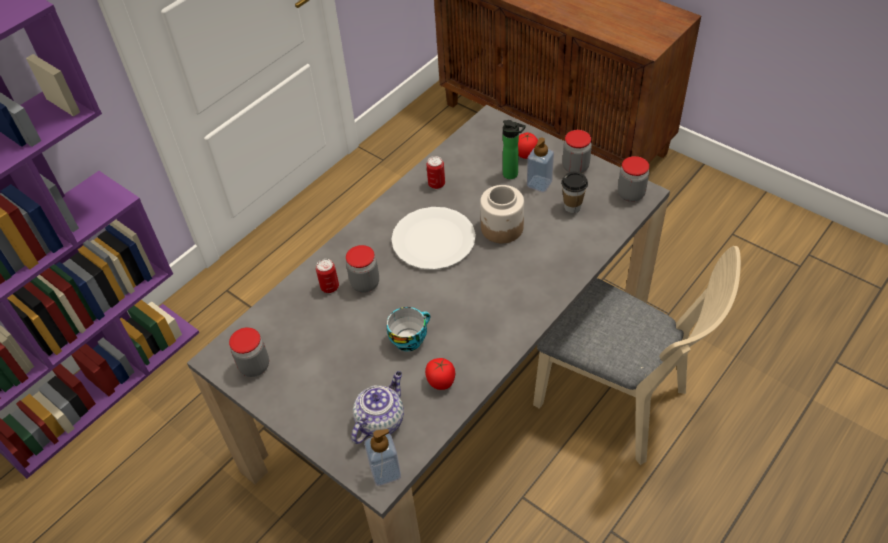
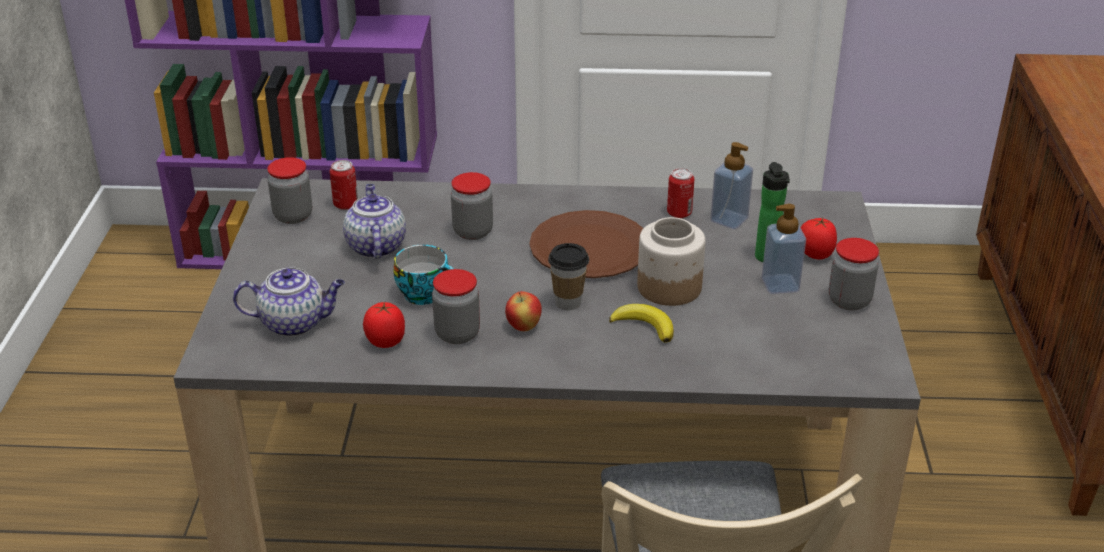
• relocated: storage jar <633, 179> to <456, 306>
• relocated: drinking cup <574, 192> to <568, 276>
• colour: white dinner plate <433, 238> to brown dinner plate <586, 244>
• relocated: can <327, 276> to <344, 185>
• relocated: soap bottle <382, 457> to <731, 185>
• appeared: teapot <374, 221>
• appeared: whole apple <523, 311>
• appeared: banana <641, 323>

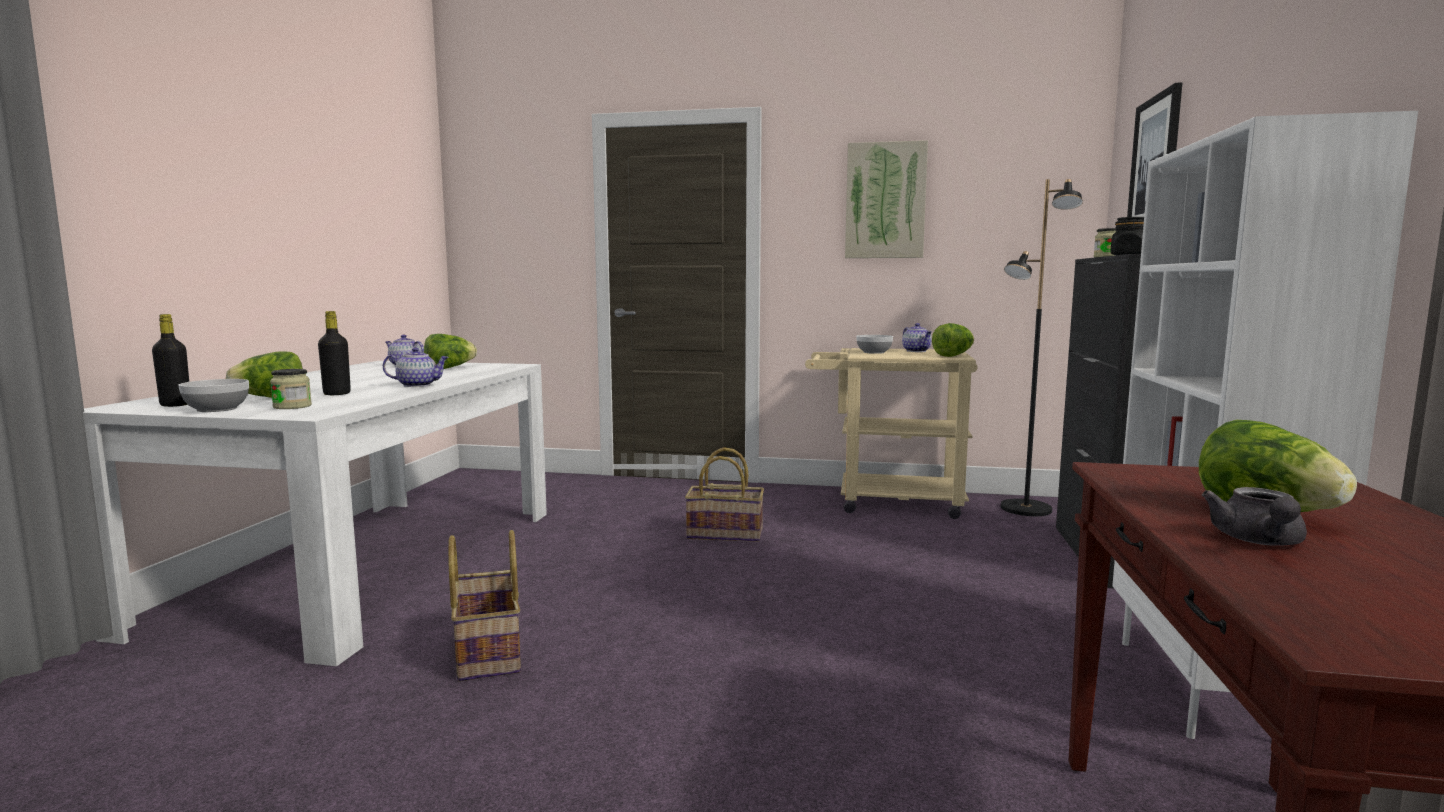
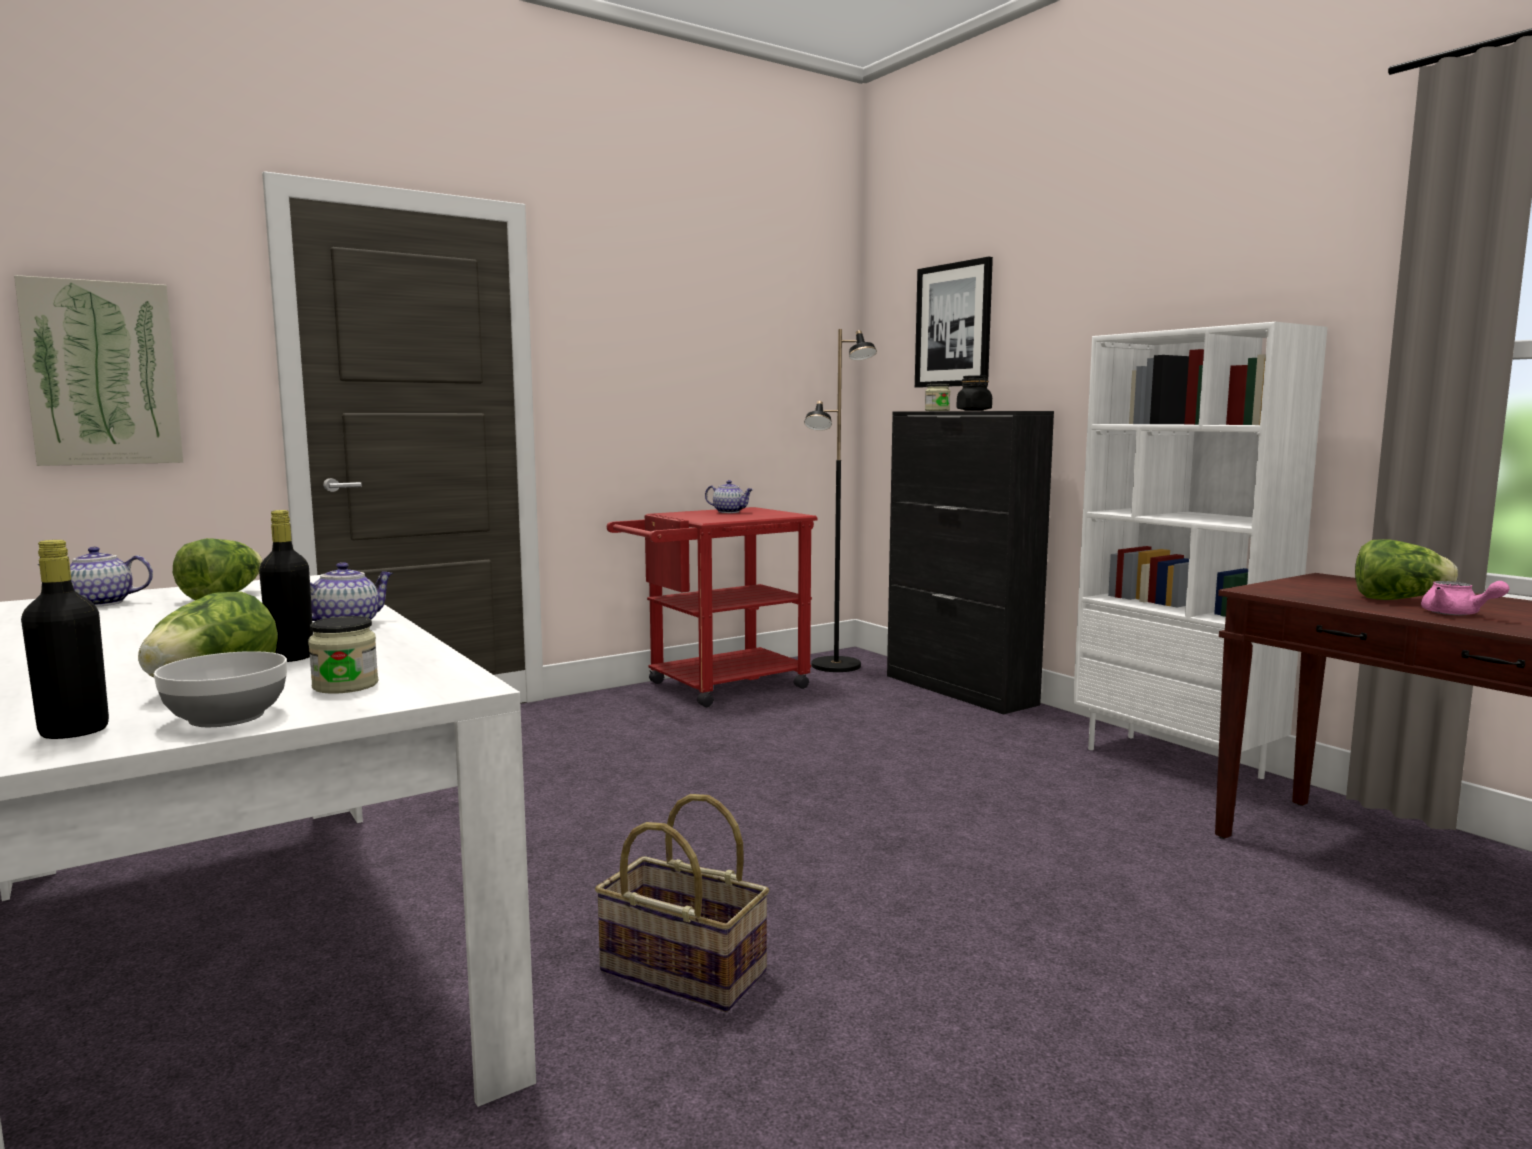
• relocated: wall picture <886, 199> to <98, 370>
• missing: lettuce <953, 340>
• missing: serving bowl <874, 344>
• colour: beige-coloured cart <891, 433> to reddish cart <712, 607>
• missing: household basket <724, 494>
• colour: greyish teapot <1254, 516> to pinkish teapot <1465, 598>

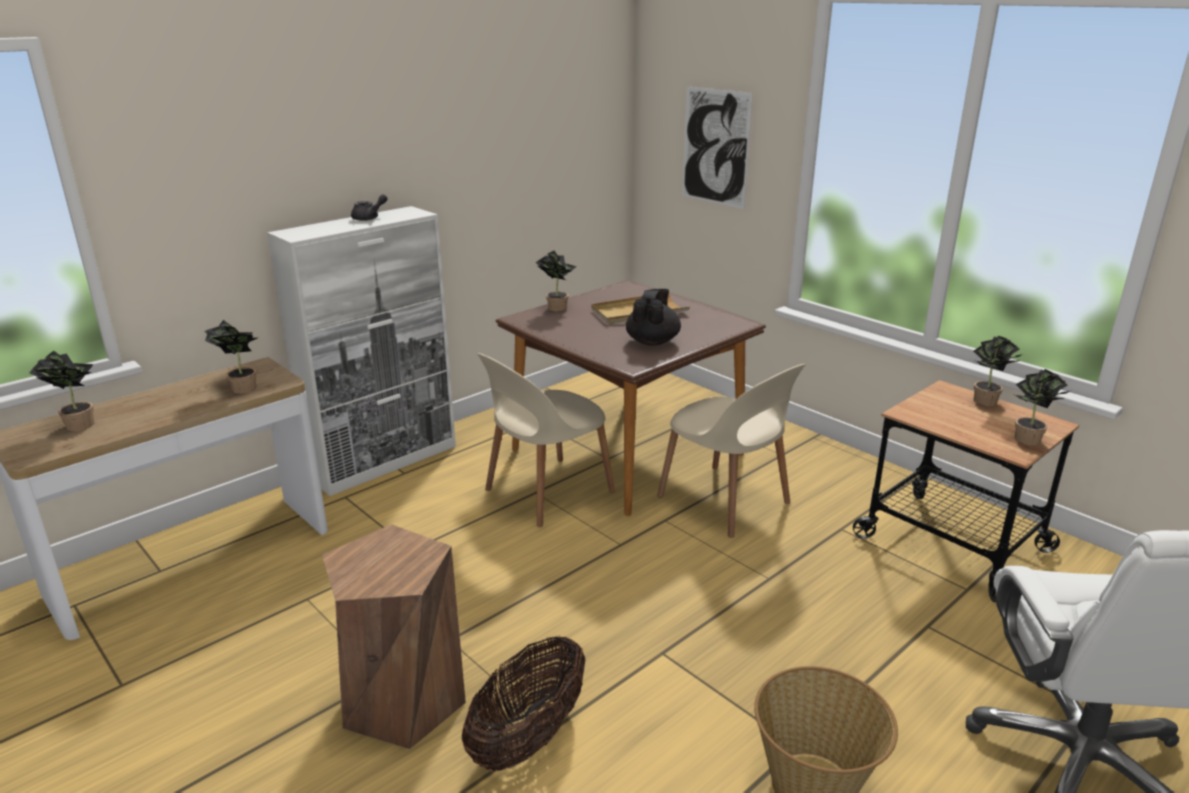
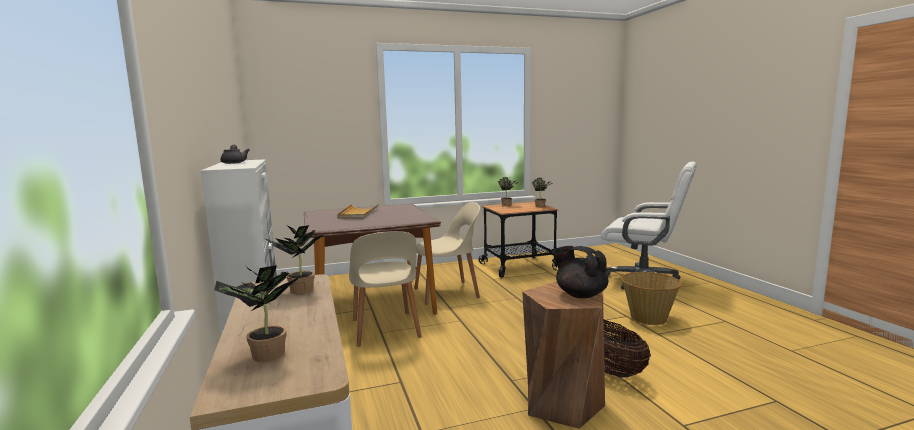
• missing: wall picture <717, 147>
• missing: houseplant <556, 281>
• relocated: black-coloured teapot <653, 317> to <580, 272>

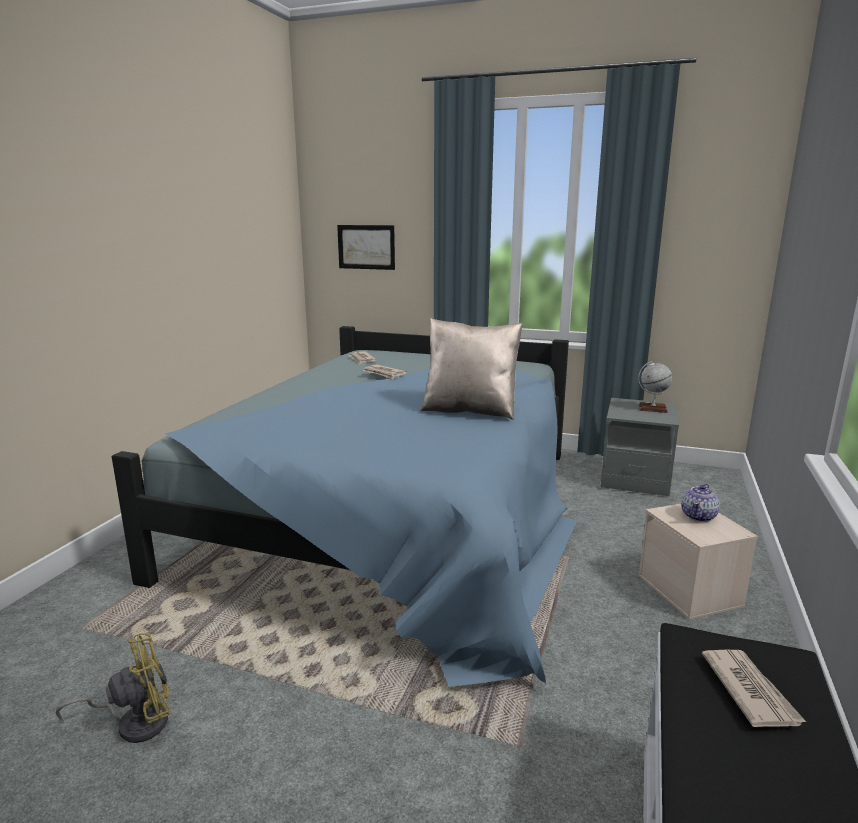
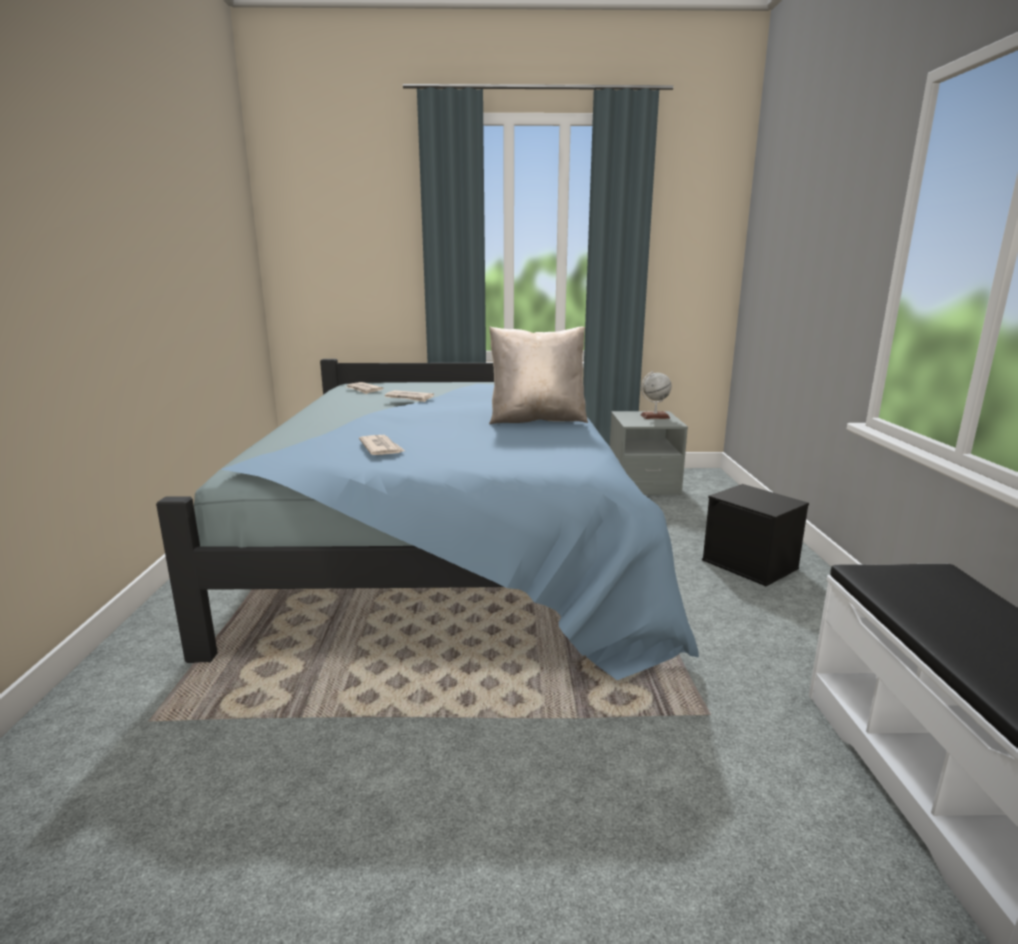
• missing: wall picture <366, 247>
• missing: teapot <700, 503>
• colour: beige-coloured storage box <698, 562> to black-coloured storage box <755, 535>
• missing: yellow electric fan <113, 688>
• relocated: printed paper <754, 688> to <382, 445>

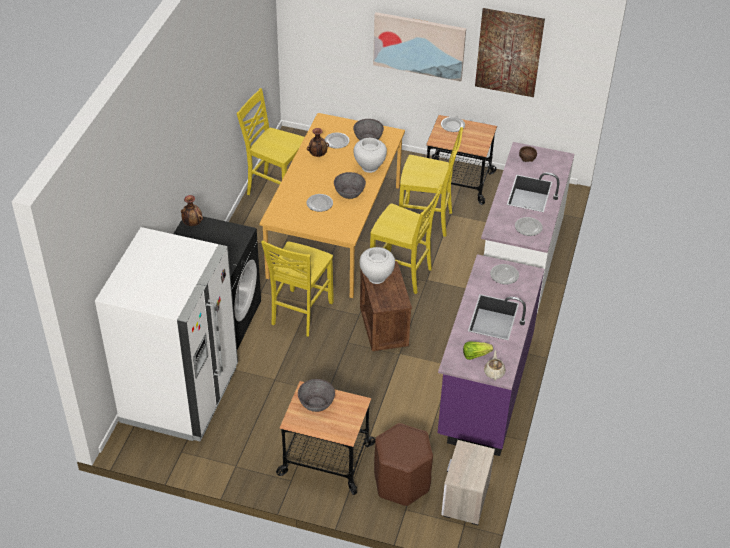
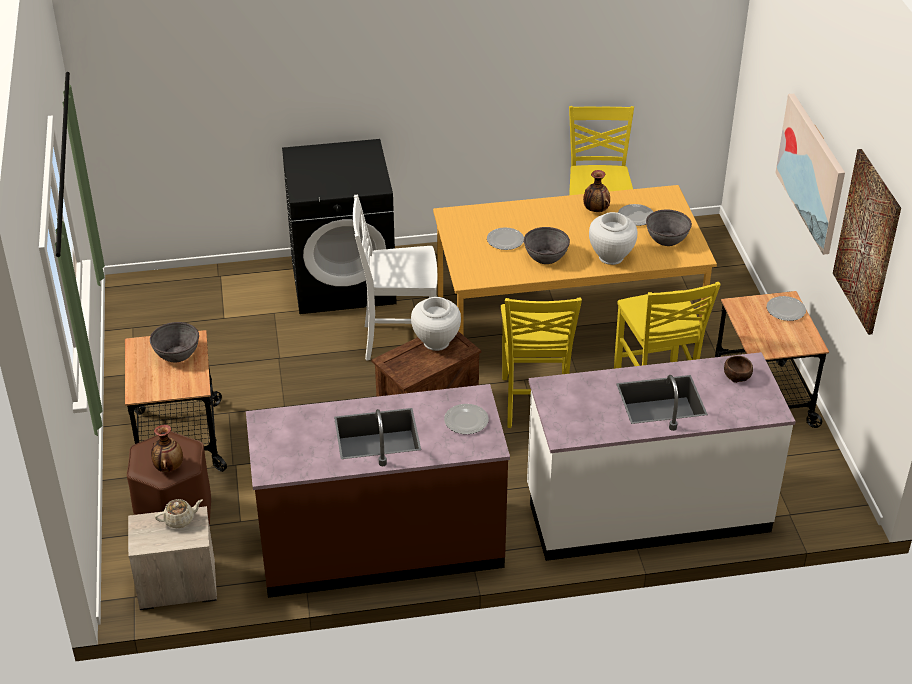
• relocated: flower vase <192, 210> to <167, 448>
• missing: dinner plate <529, 226>
• missing: white kitchen fridge <166, 334>
• colour: yellow upright chair <297, 289> to white upright chair <395, 278>
• colour: purple-coloured kitchen base unit <491, 355> to brown kitchen base unit <378, 491>
• missing: lettuce <478, 350>
• relocated: beige-coloured teapot <495, 365> to <179, 513>

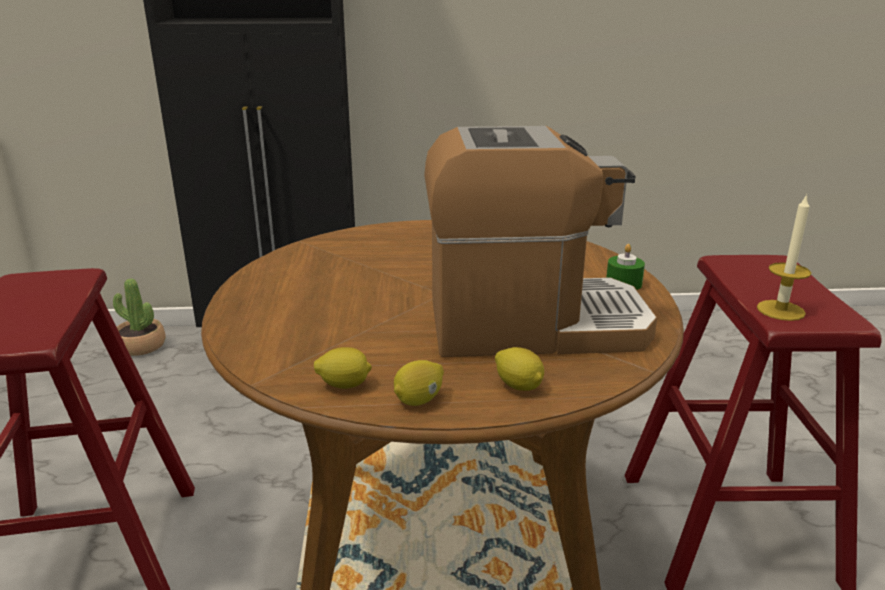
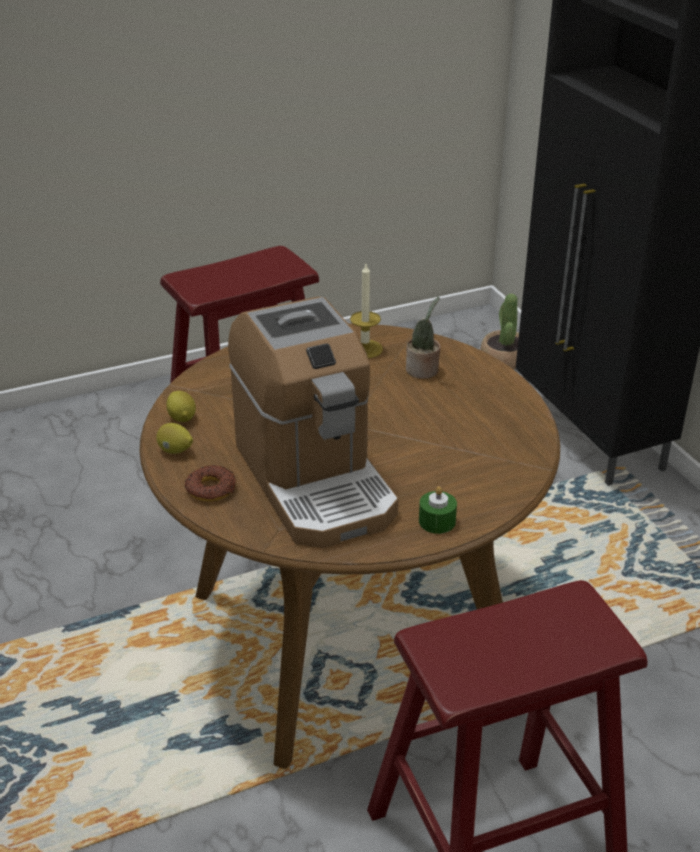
• relocated: wax light <784, 257> to <366, 311>
• exchanged: lemon <519, 369> to ring doughnut <210, 483>
• appeared: houseplant <423, 337>

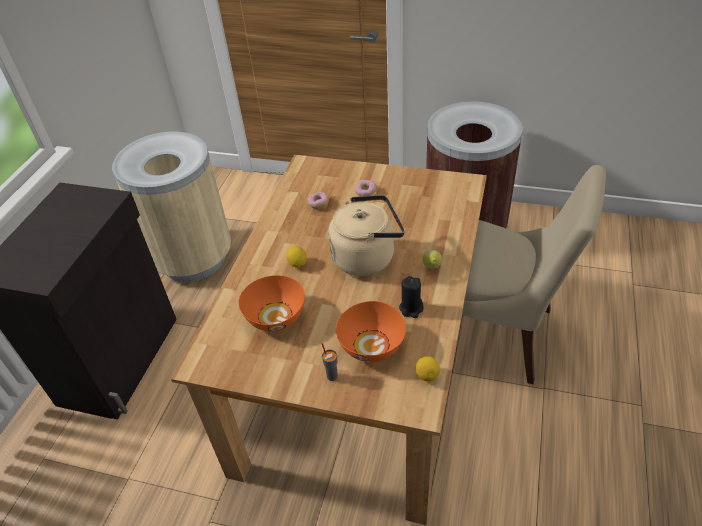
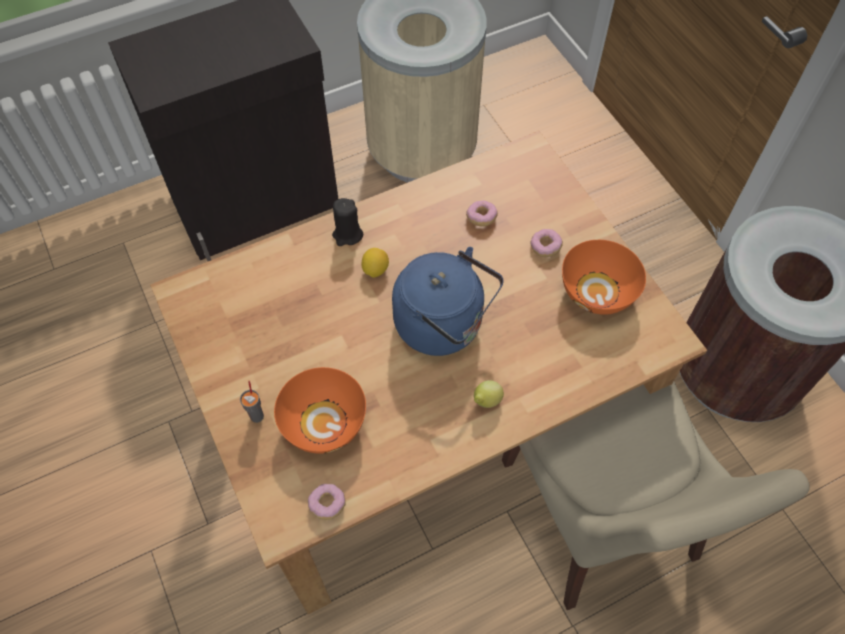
• colour: beige-coloured tea kettle <366, 235> to blue-coloured tea kettle <448, 301>
• relocated: orangey serving bowl <271, 303> to <604, 277>
• relocated: black-coloured wax light <411, 297> to <347, 222>
• exchanged: lemon <428, 369> to ring doughnut <327, 502>

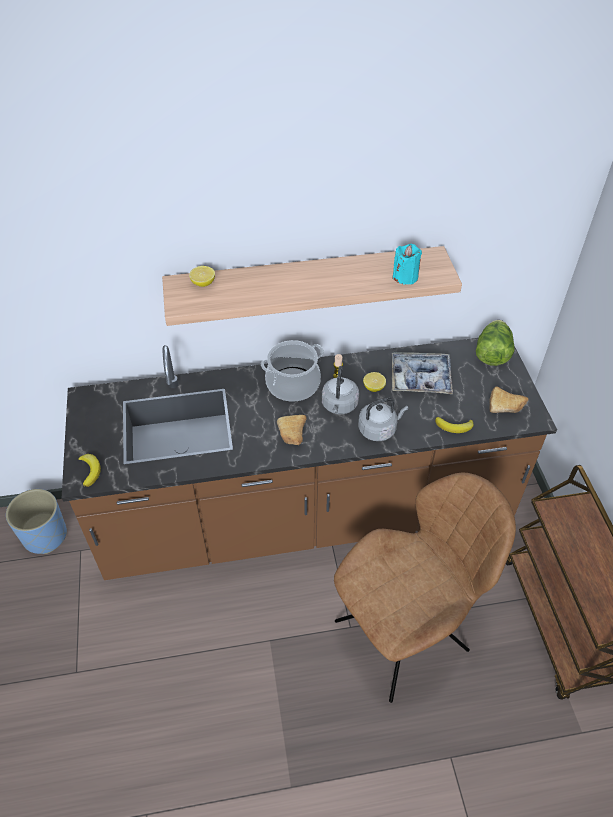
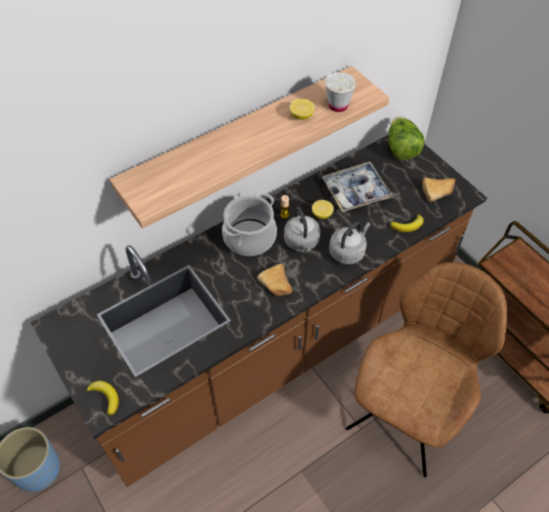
• exchanged: turquoise wax light <407, 264> to white drinking cup <340, 92>
• relocated: lemon <202, 276> to <302, 109>

